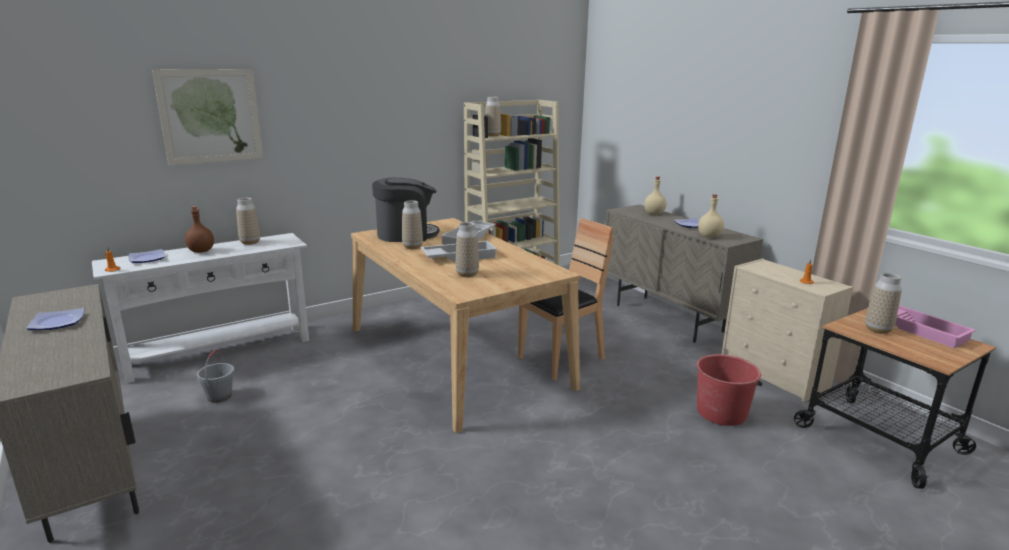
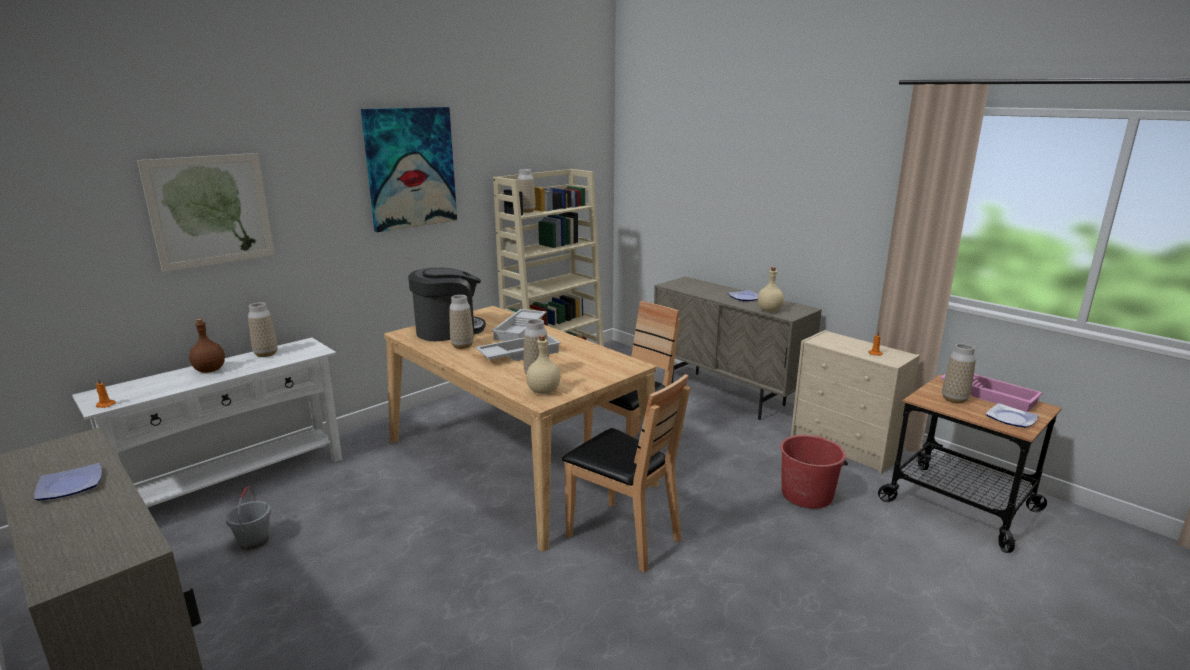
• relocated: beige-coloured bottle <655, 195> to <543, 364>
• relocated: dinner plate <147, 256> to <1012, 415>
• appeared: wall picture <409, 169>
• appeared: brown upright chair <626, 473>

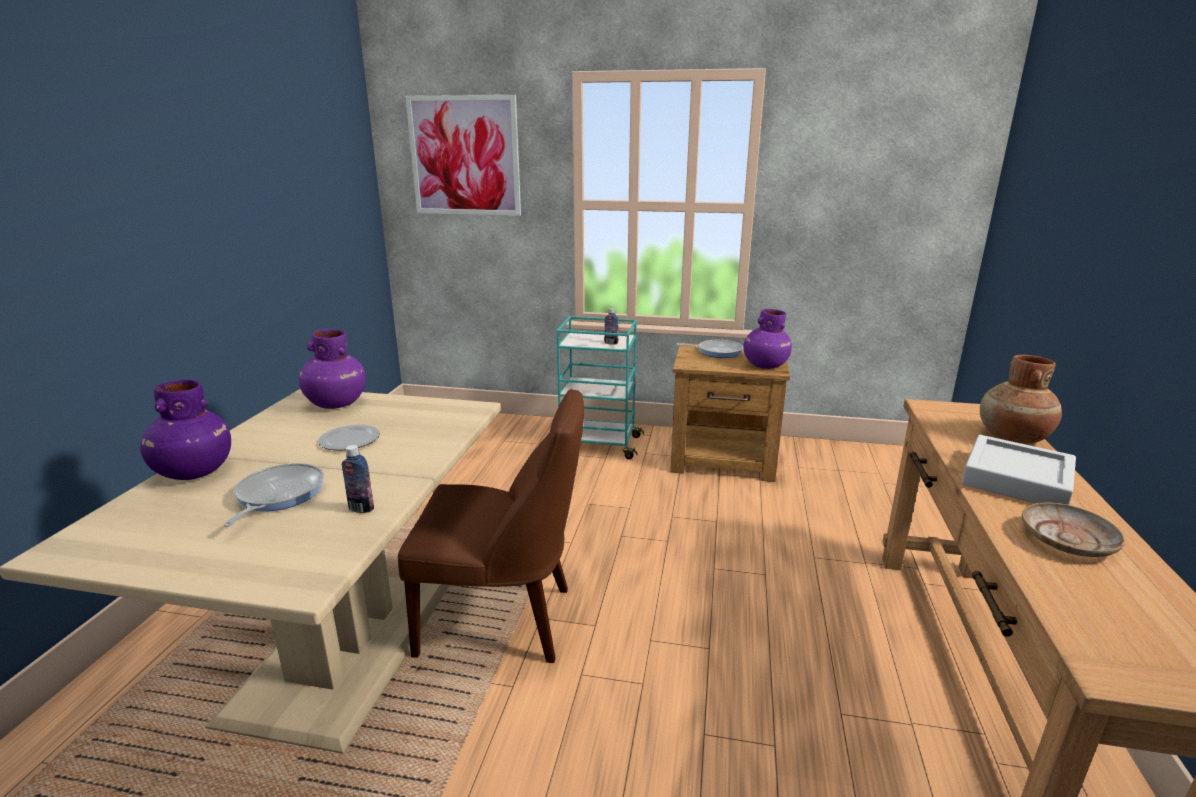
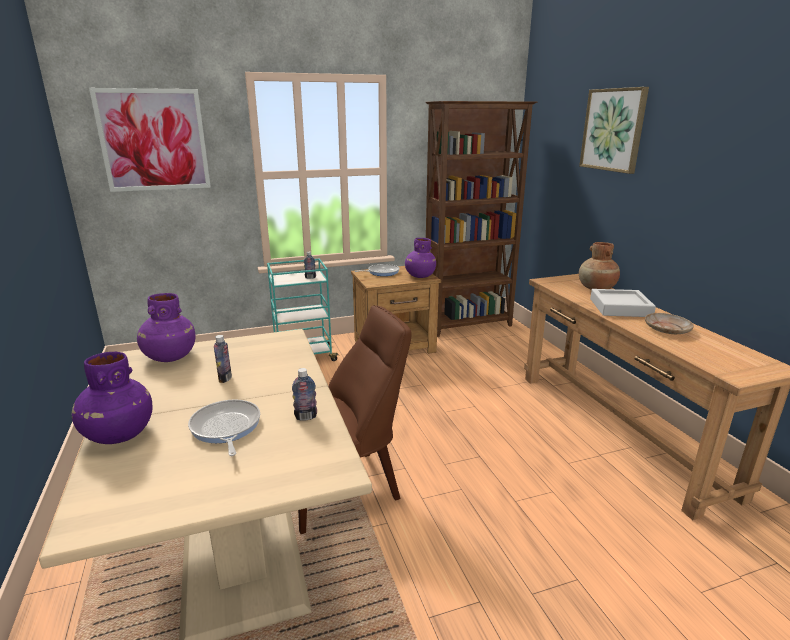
• exchanged: dinner plate <349, 437> to bottle <223, 359>
• appeared: wall picture <614, 130>
• appeared: brown bookshelf <481, 219>

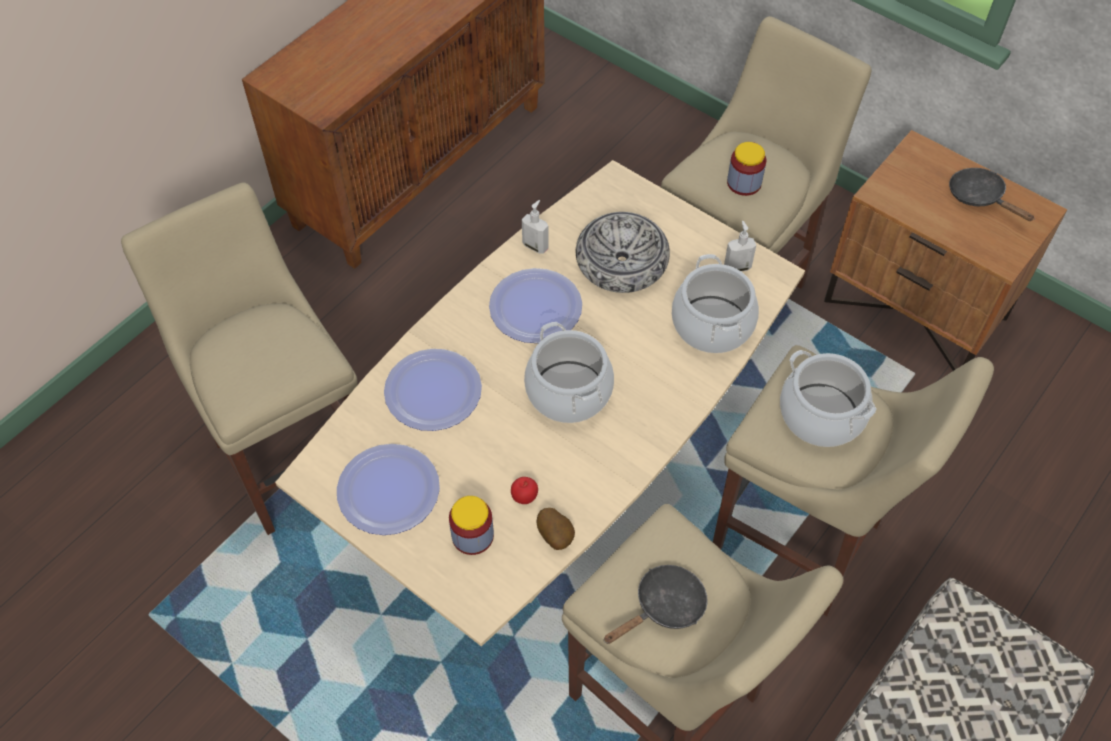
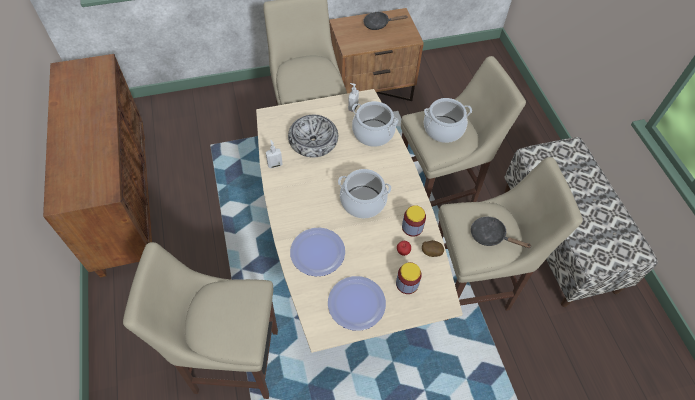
• relocated: storage jar <746, 169> to <414, 221>
• missing: dinner plate <535, 305>
• spun: black-coloured pan <656, 604> = <501, 232> 60 degrees counterclockwise

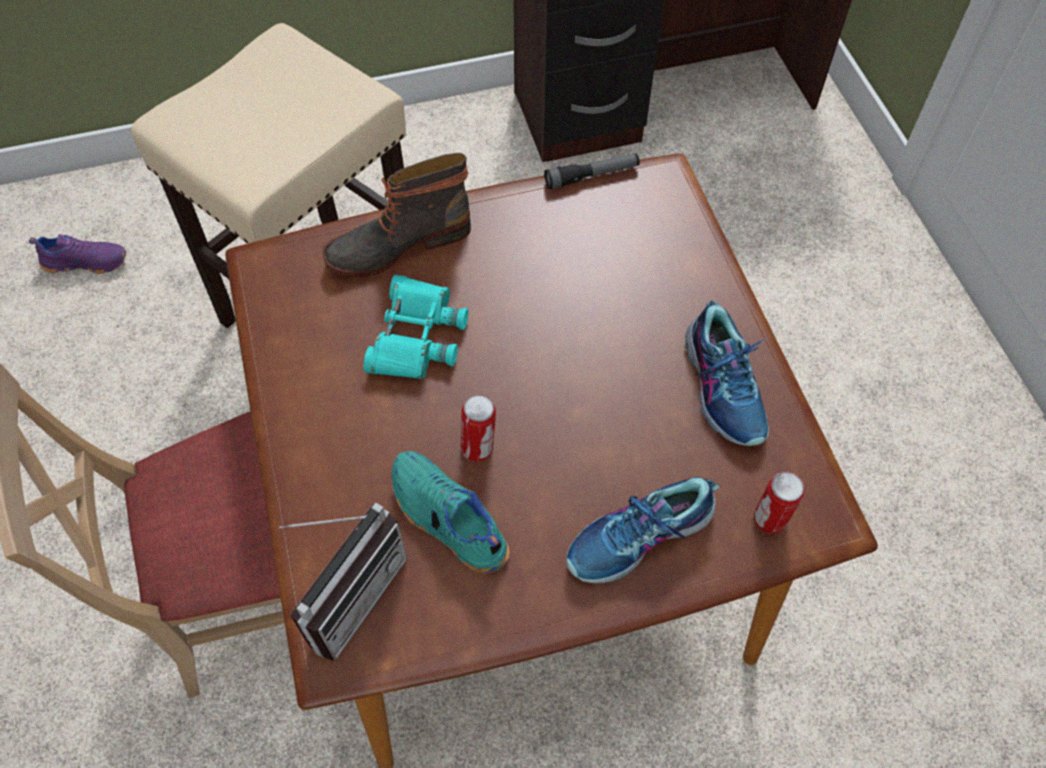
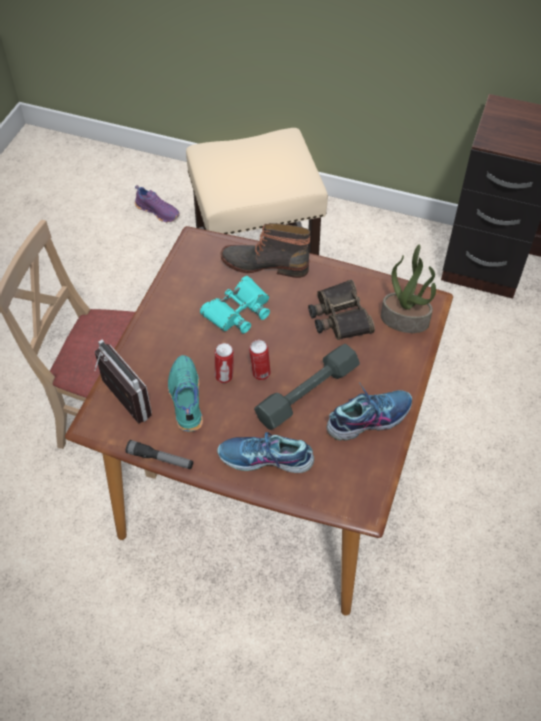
• relocated: torch <592, 171> to <159, 454>
• spun: item of footwear <727, 373> = <369, 412> 135 degrees counterclockwise
• relocated: can <779, 503> to <260, 360>
• spun: radio set <343, 581> = <123, 382> 105 degrees counterclockwise
• appeared: houseplant <408, 289>
• appeared: binoculars <341, 310>
• appeared: greyish hand weight <307, 387>

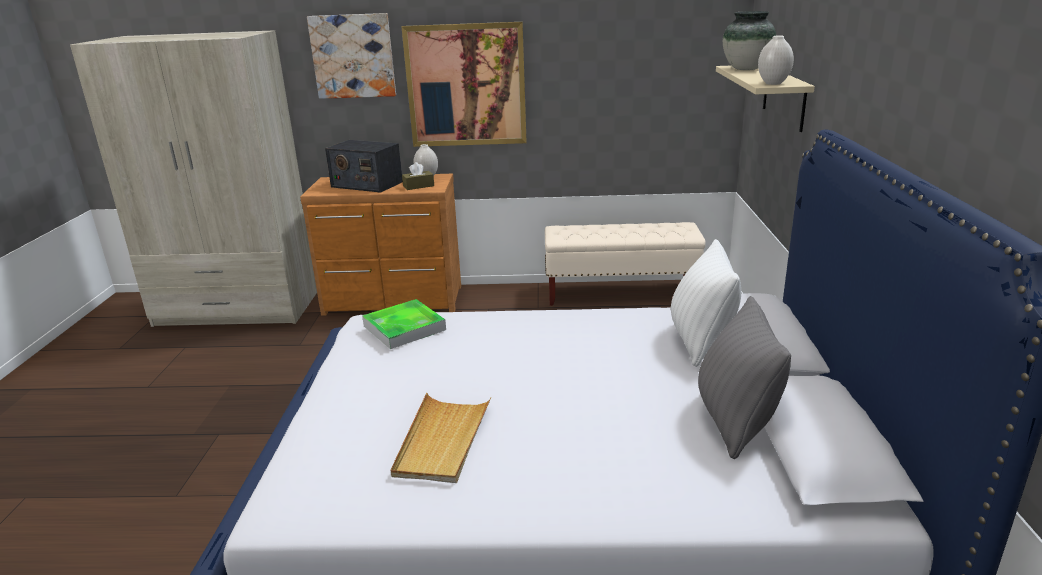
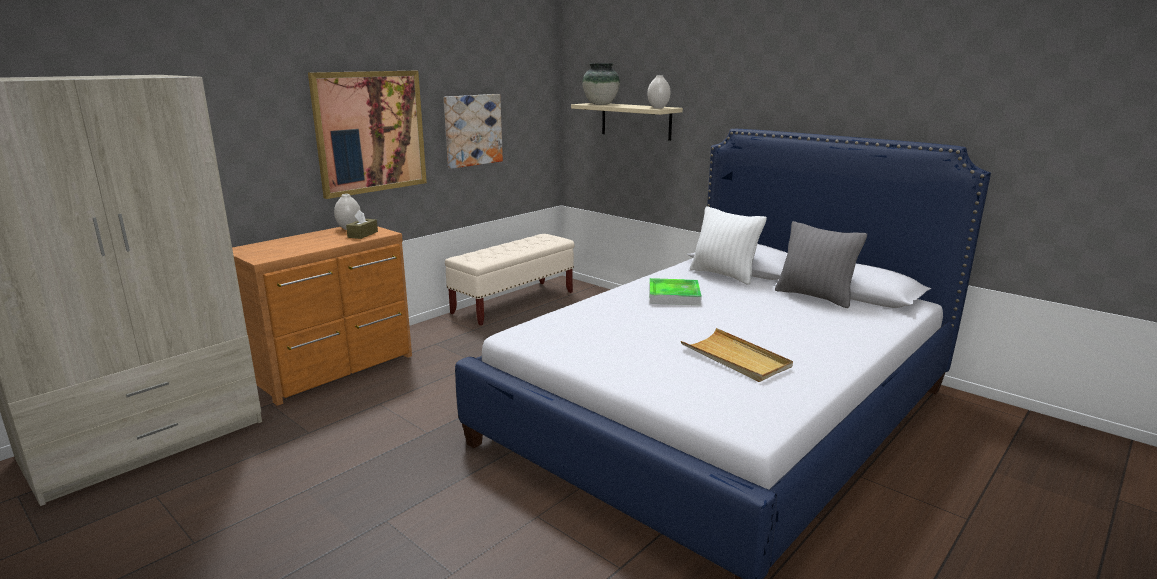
• relocated: wall picture <351, 56> to <473, 131>
• missing: radio set <364, 166>
• relocated: carrying tray <404, 324> to <675, 291>

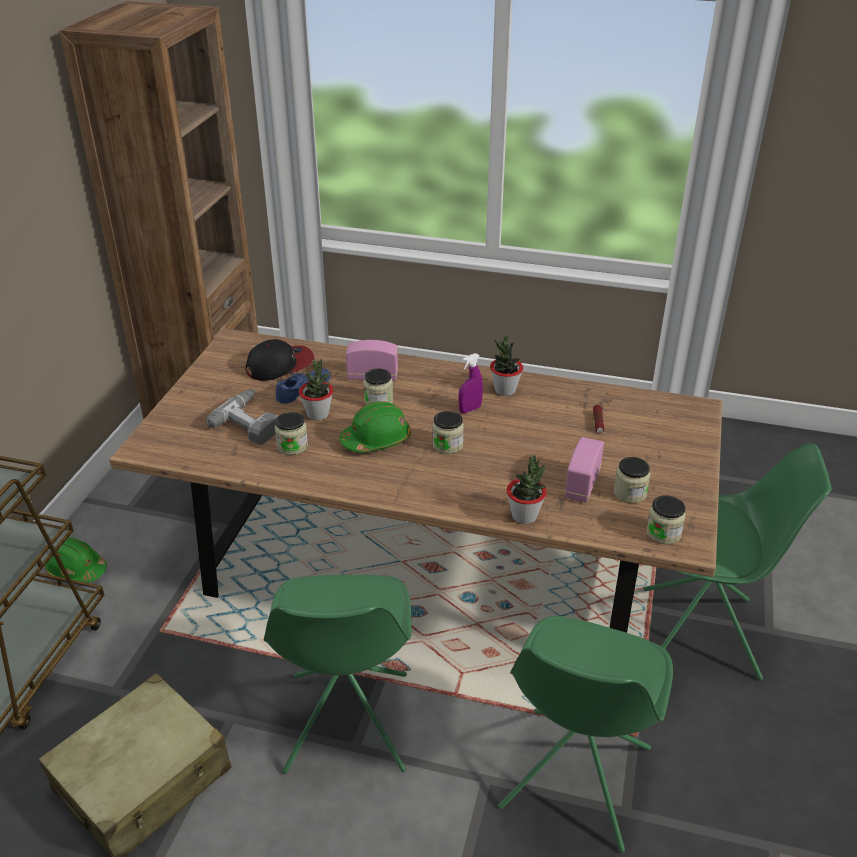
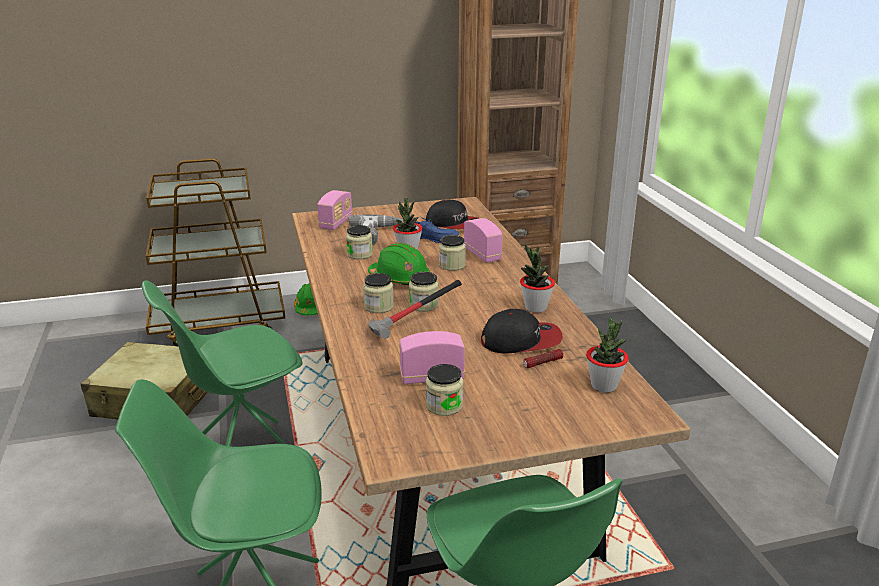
• missing: purple-coloured spray bottle <470, 383>
• relocated: houseplant <527, 489> to <607, 355>
• relocated: storage jar <666, 520> to <378, 293>
• appeared: radio set <334, 210>
• appeared: tool hammer <415, 309>
• appeared: cap <522, 331>

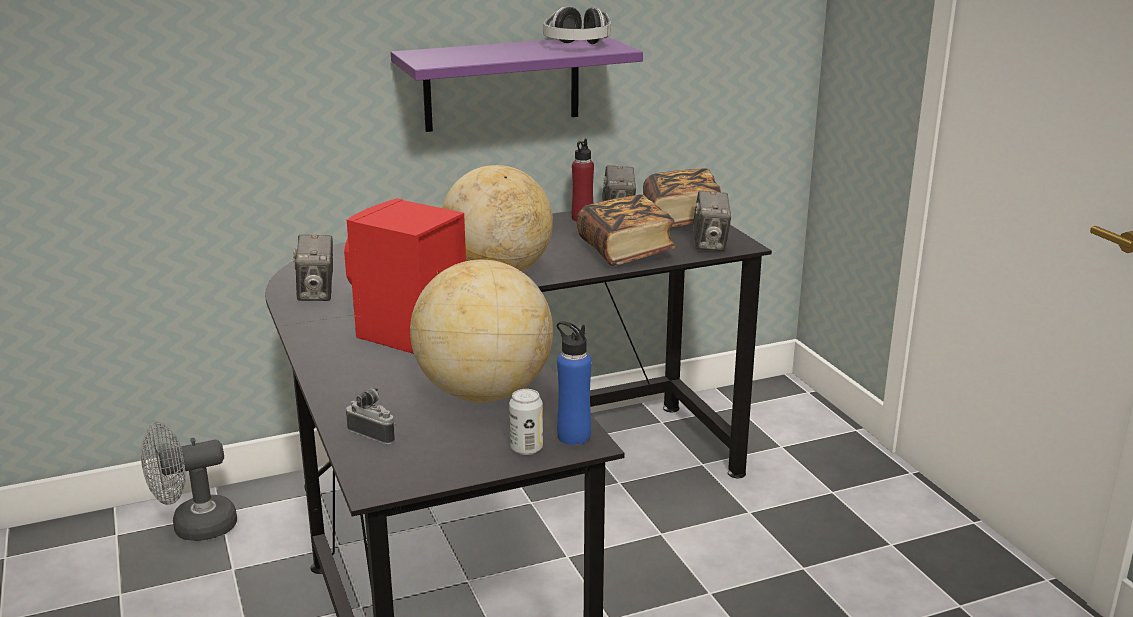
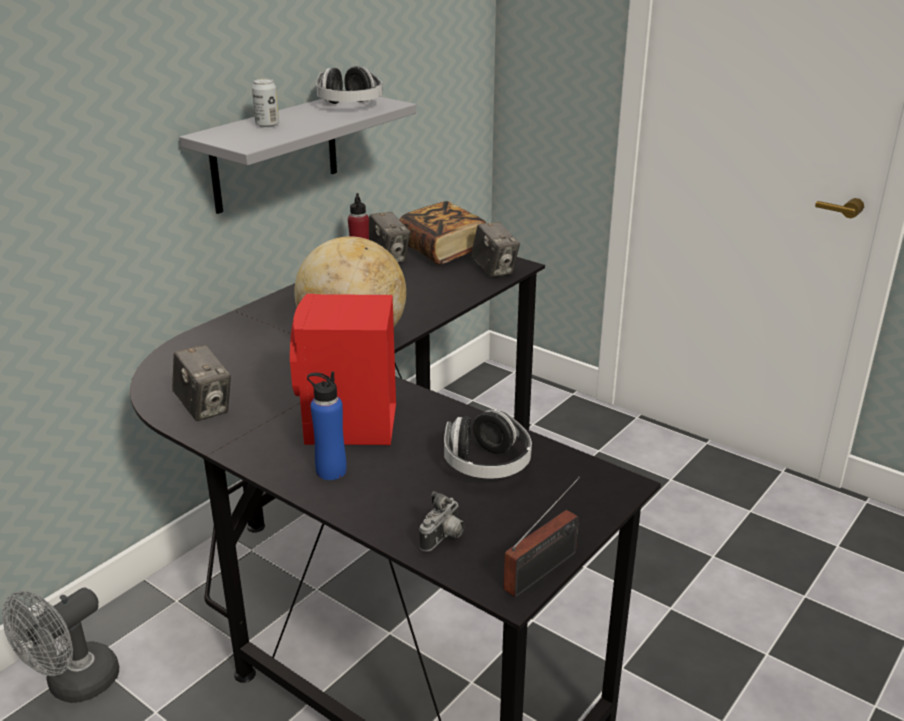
• colour: purple-coloured wall shelf <517, 84> to greyish wall shelf <297, 155>
• missing: bound book <626, 230>
• exchanged: world globe <481, 331> to headphones <488, 444>
• relocated: blue-coloured bottle <574, 383> to <327, 426>
• spun: photo camera <371, 416> = <442, 521> 120 degrees clockwise
• relocated: can <526, 422> to <265, 103>
• appeared: radio set <542, 537>

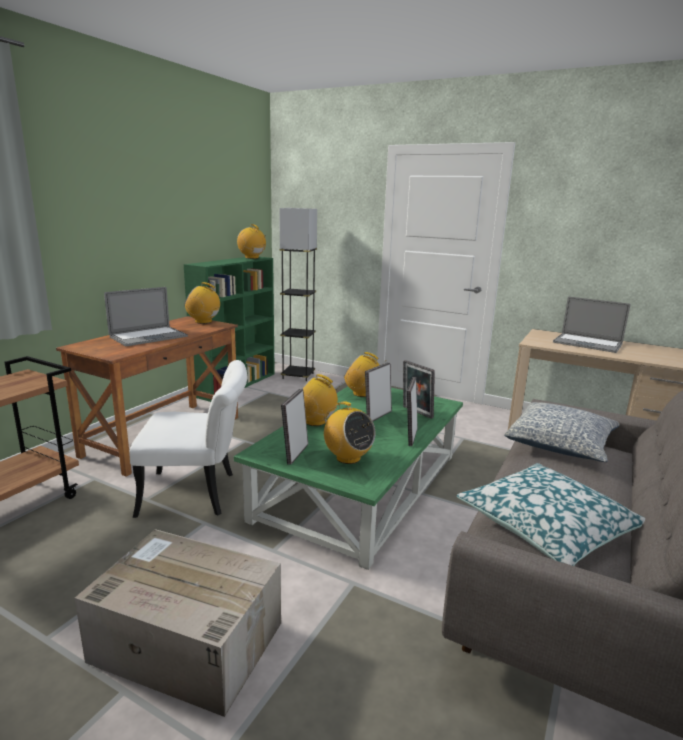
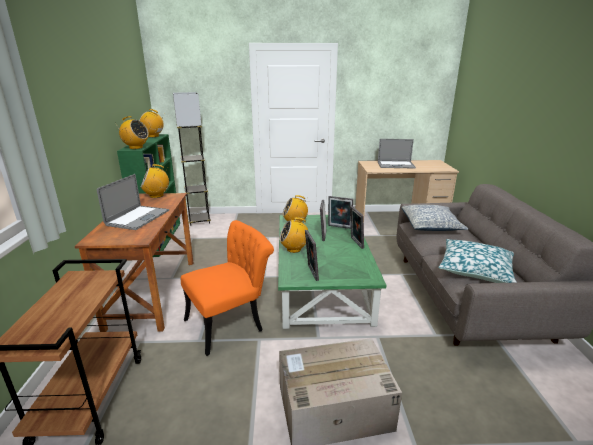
• colour: white upright chair <189, 439> to orangey upright chair <227, 288>
• relocated: radio set <348, 432> to <132, 132>

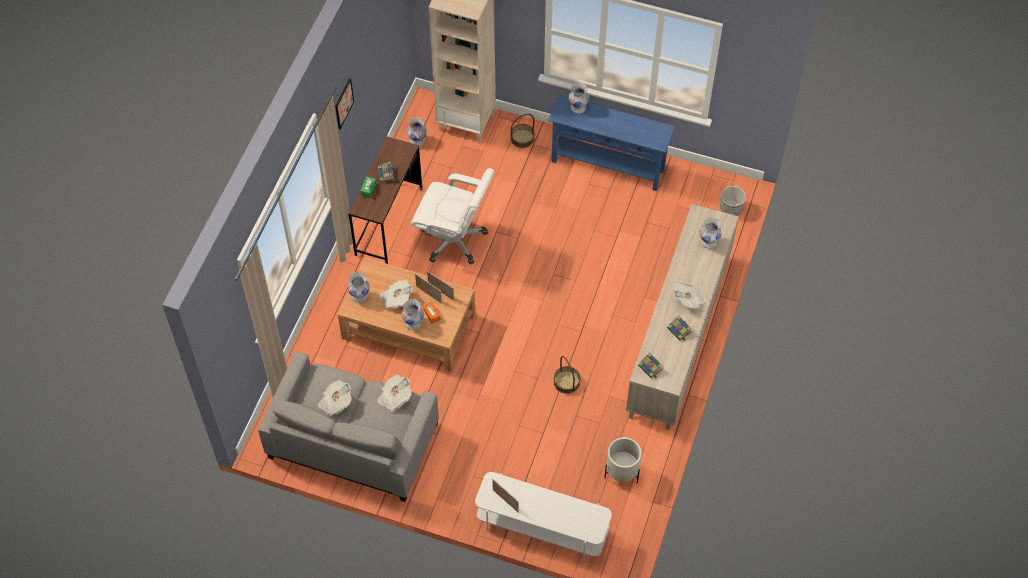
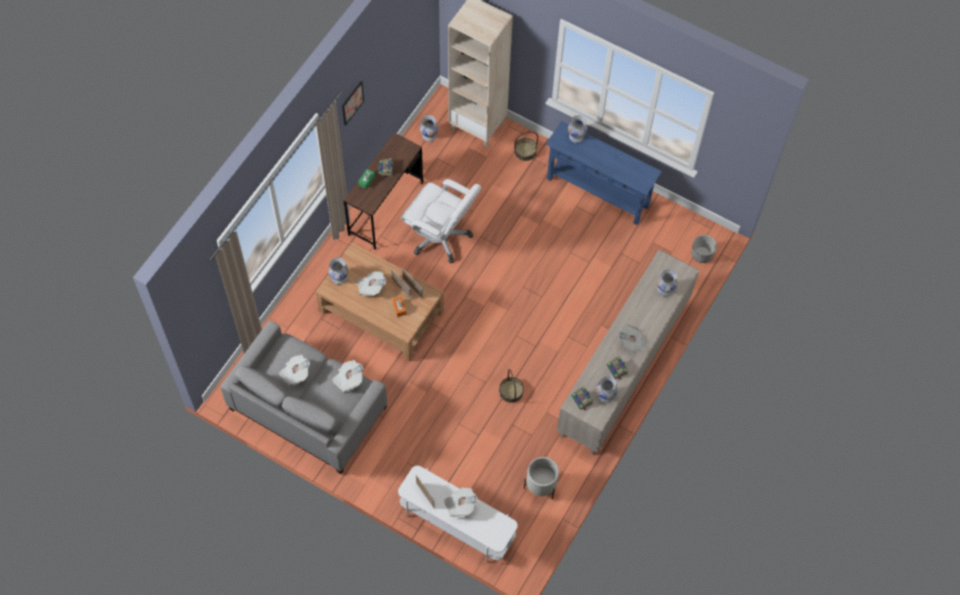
• relocated: white flower vase <413, 314> to <607, 389>
• appeared: printed paper <461, 502>

